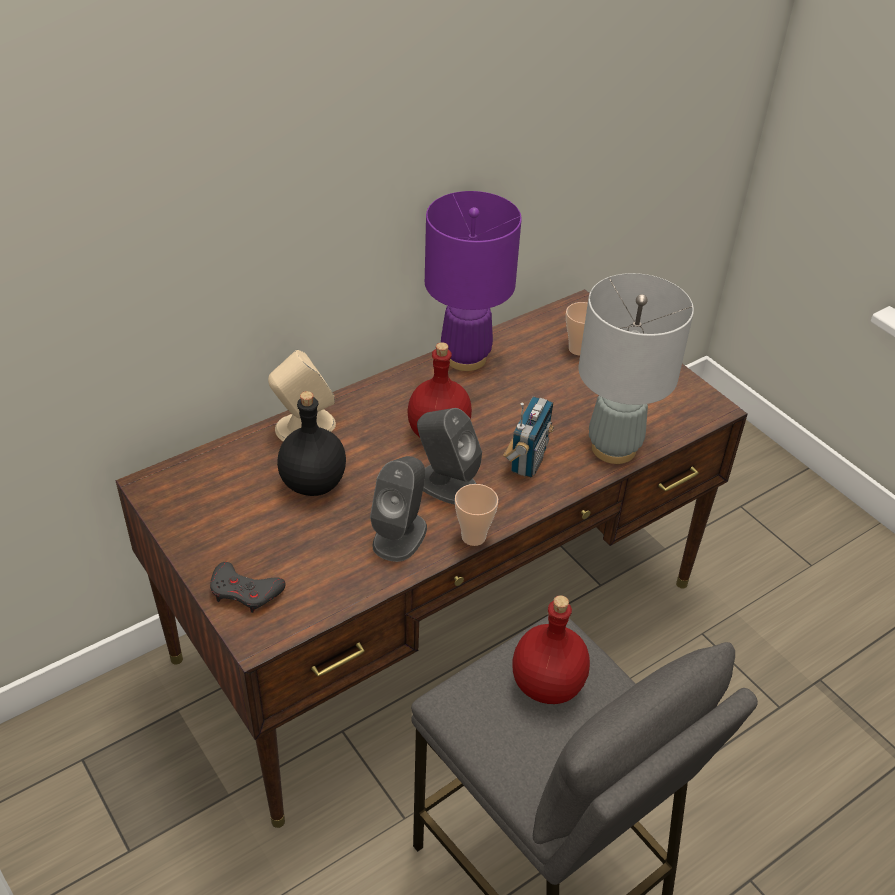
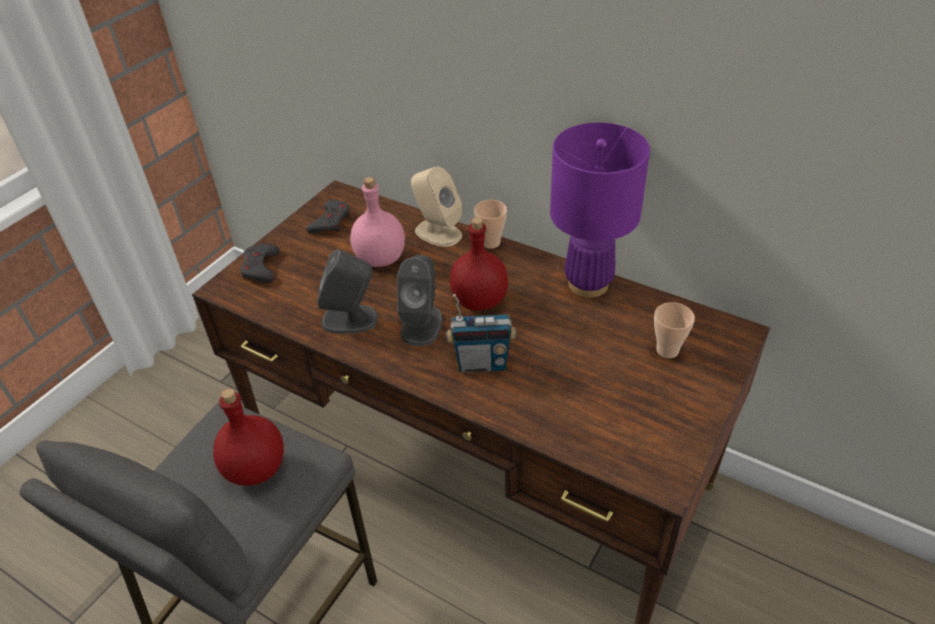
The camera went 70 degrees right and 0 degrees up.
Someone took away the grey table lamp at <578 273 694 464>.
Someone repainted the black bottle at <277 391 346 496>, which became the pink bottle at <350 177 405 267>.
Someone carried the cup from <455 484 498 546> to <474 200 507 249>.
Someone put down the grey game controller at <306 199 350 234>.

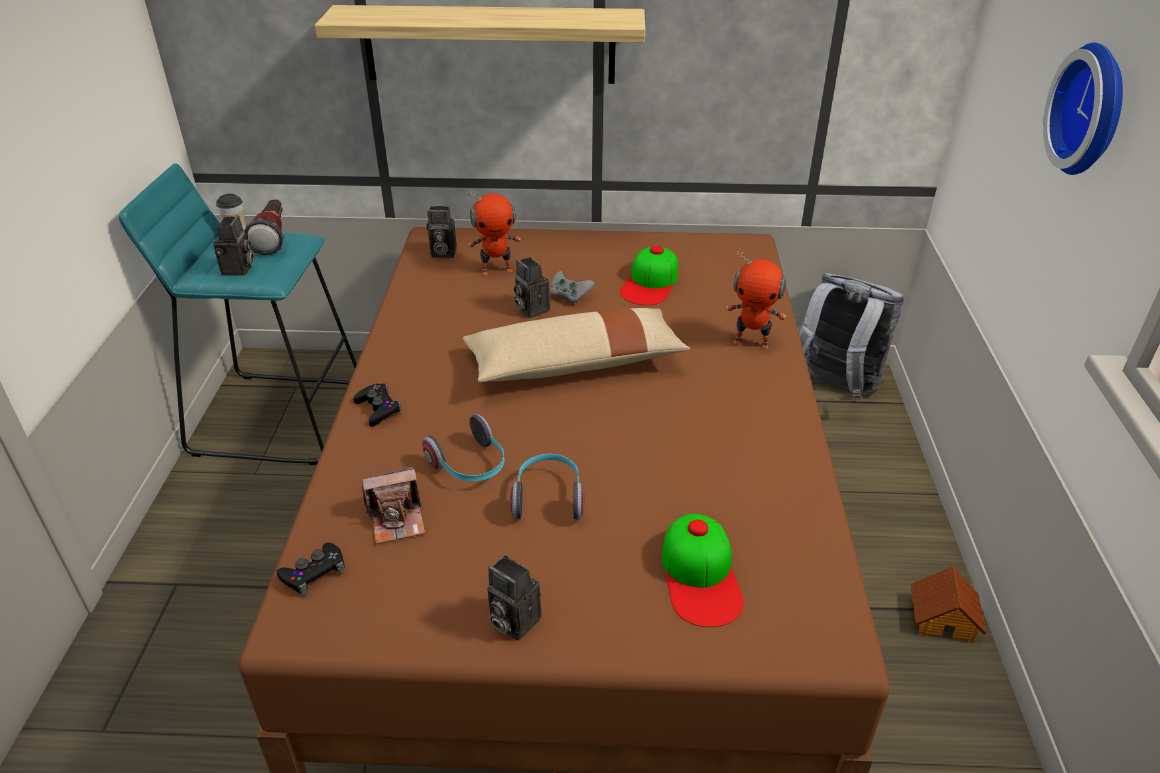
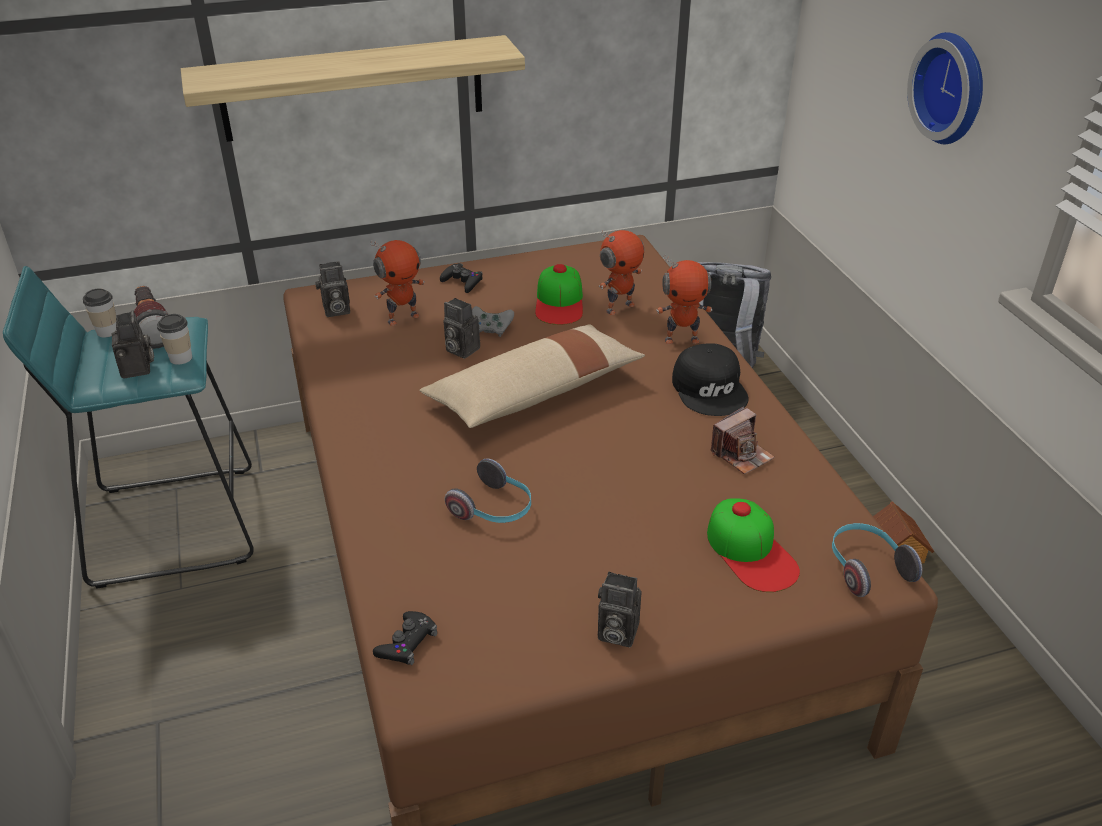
The camera went 20 degrees left and 0 degrees up.
Someone carried the black game controller from <353 383 401 427> to <440 263 483 293>.
Someone carried the headphones from <510 454 585 520> to <832 523 922 597>.
Someone carried the photo camera from <361 466 425 544> to <711 406 775 475>.
Someone put down the toy robot at <599 230 644 315>.
Someone put down the cup at <157 314 192 365>.
Someone put down the black cap at <672 344 749 416>.

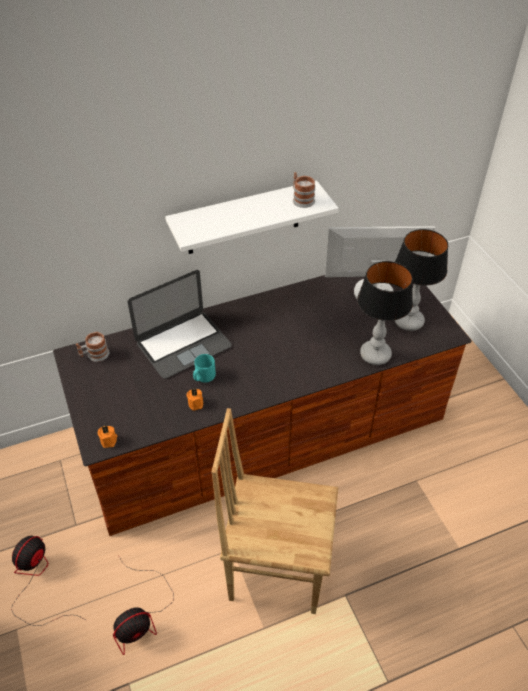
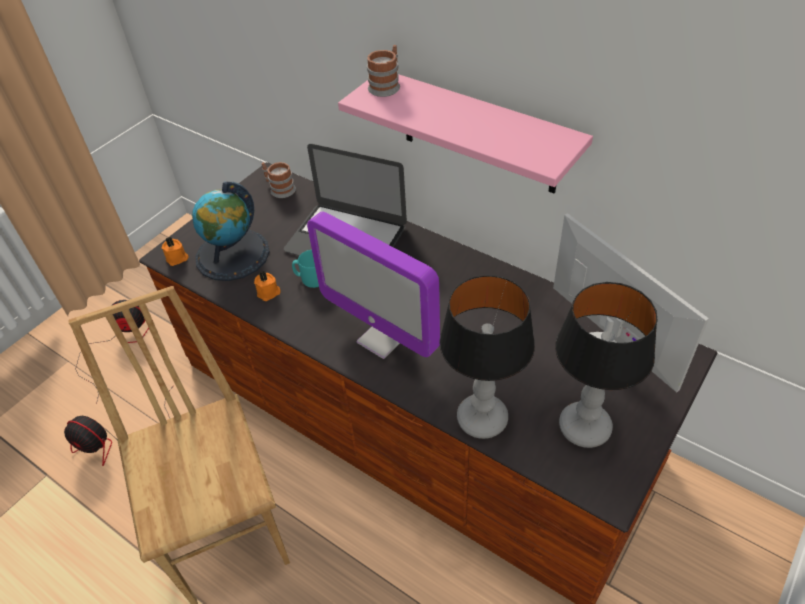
The camera went 60 degrees right and 0 degrees up.
Someone carried the mug from <293 172 315 208> to <367 45 400 97>.
Someone repainted the white shelf at <165 180 339 254>, which became the pink shelf at <338 74 593 193>.
Someone put down the globe at <192 182 270 281>.
Someone put down the monitor at <307 211 440 359>.

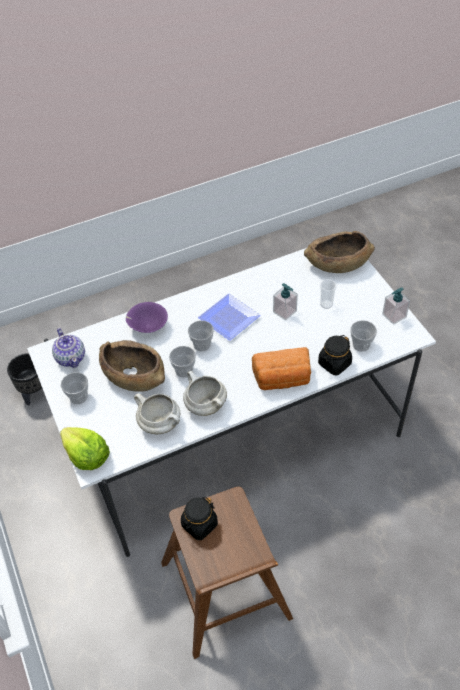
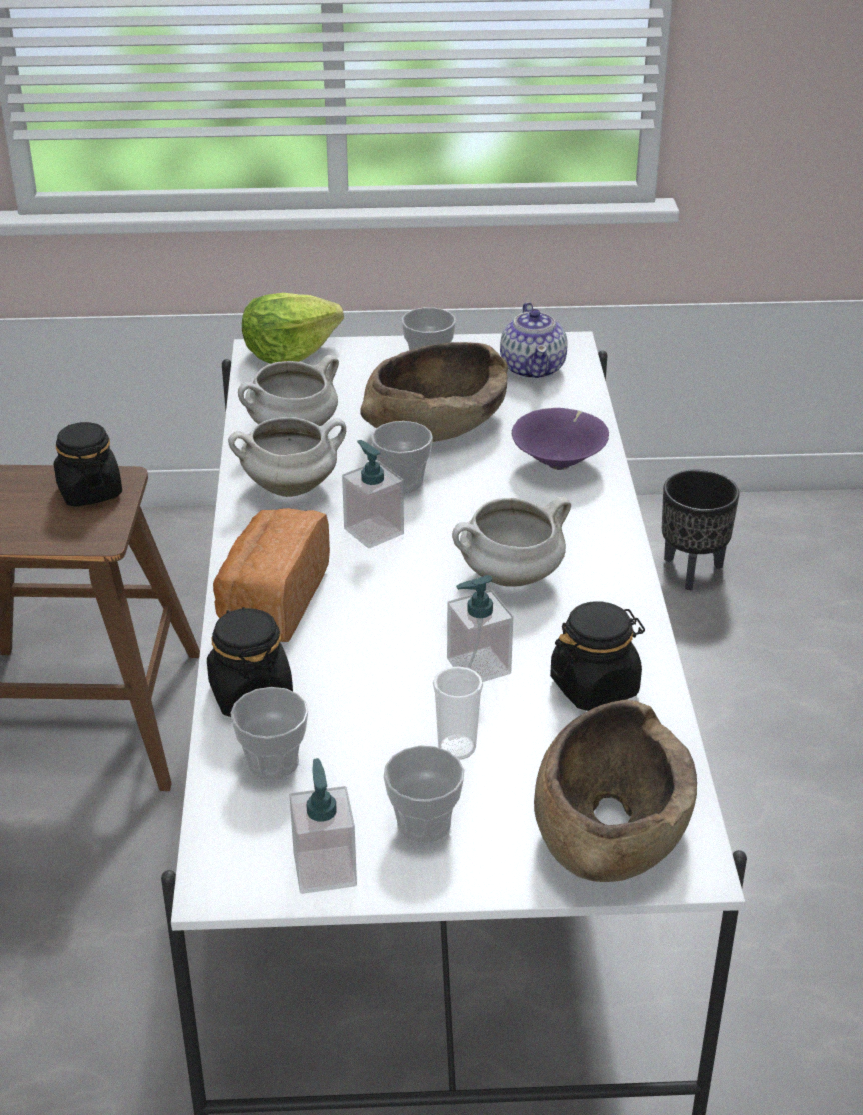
The camera went 110 degrees right and 15 degrees down.
Someone swapped the plate at <198 294 261 341> for the white cooking pot at <452 497 571 587>.
Someone carried the cup from <188 321 214 351> to <383 745 464 843>.
Someone rotated the teapot at <52 328 85 368> by 90 degrees counterclockwise.
Someone put down the soap dispenser at <342 440 404 548>.
Someone put down the black jar at <550 601 645 711>.

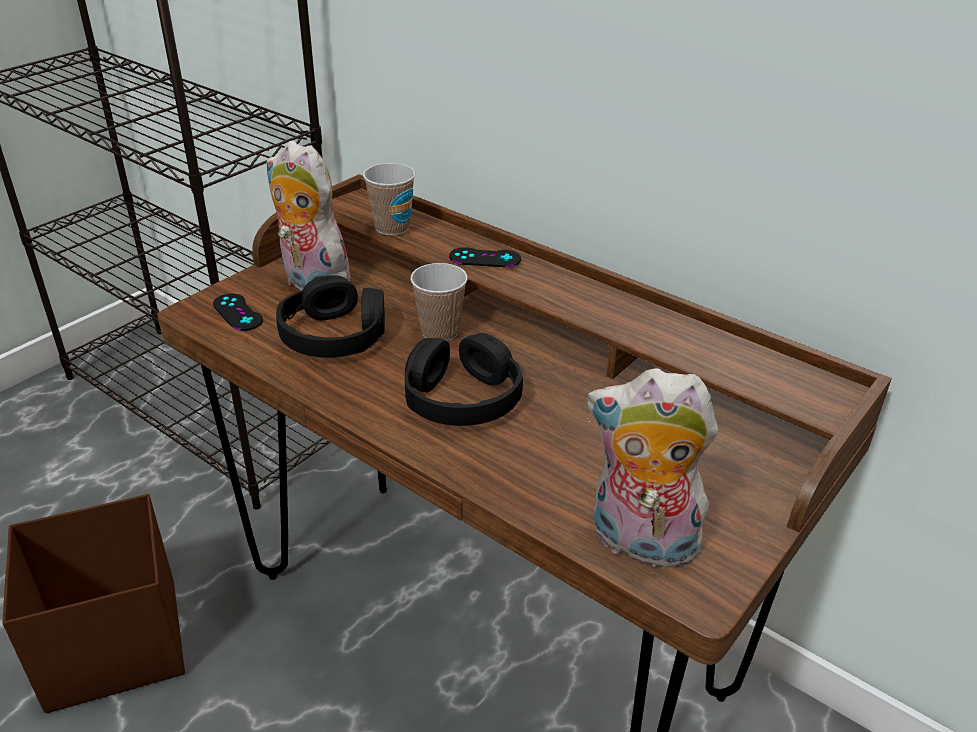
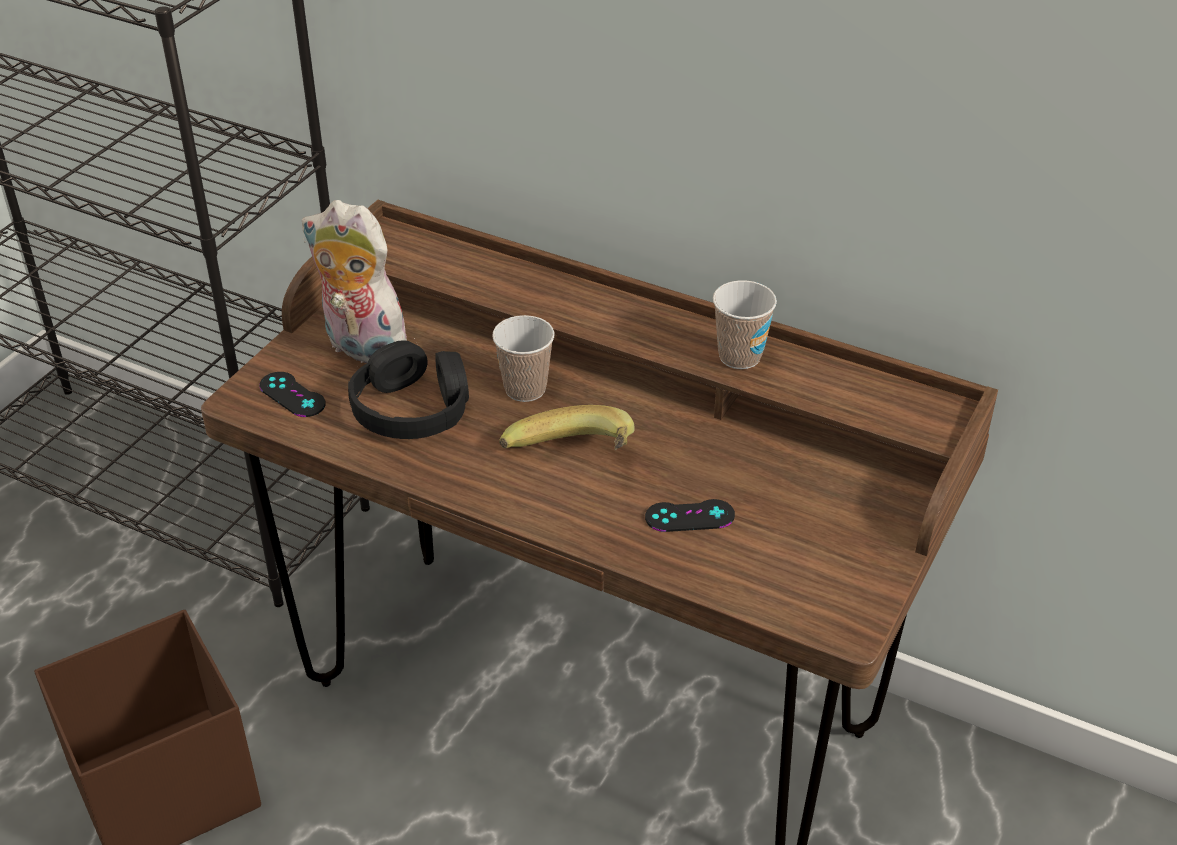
The camera went 10 degrees left and 5 degrees up.
Someone carried the cup from <363 163 415 235> to <713 280 777 369>.
Someone carried the black game controller from <449 247 521 267> to <645 499 735 532>.
Someone swapped the black headphones at <405 333 523 426> for the banana at <499 405 635 450>.
Someone took away the plush toy at <587 368 718 574>.

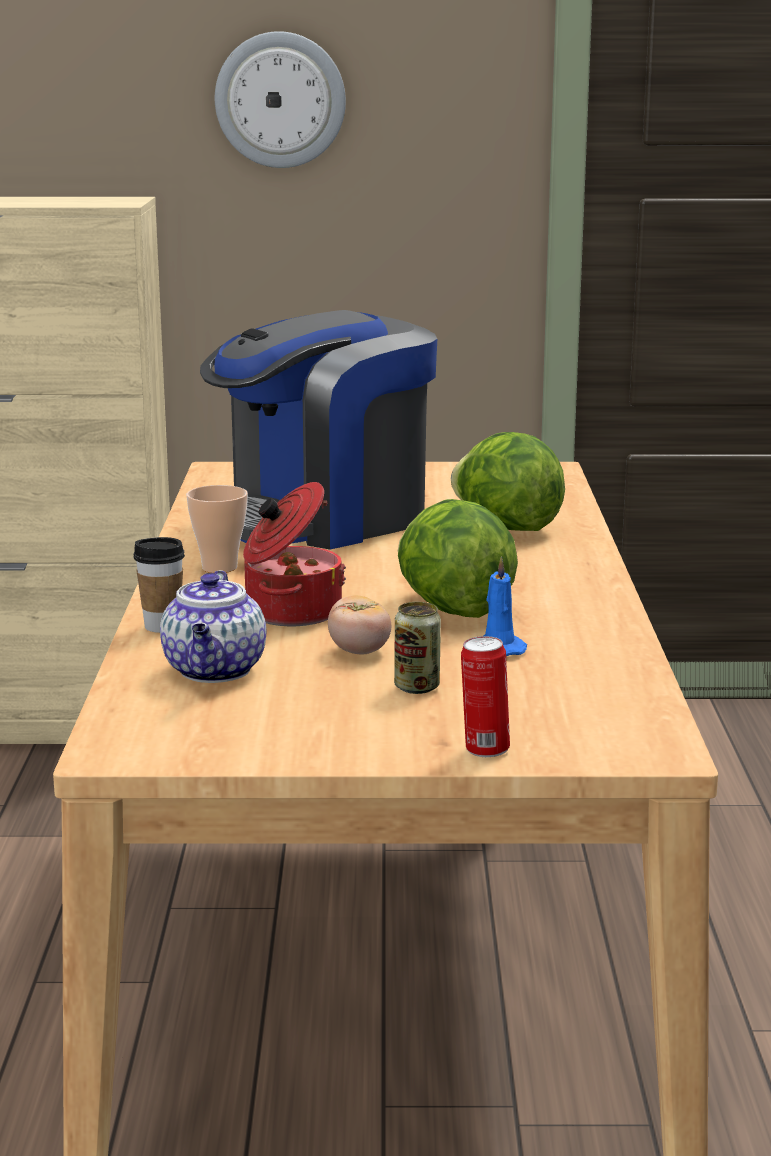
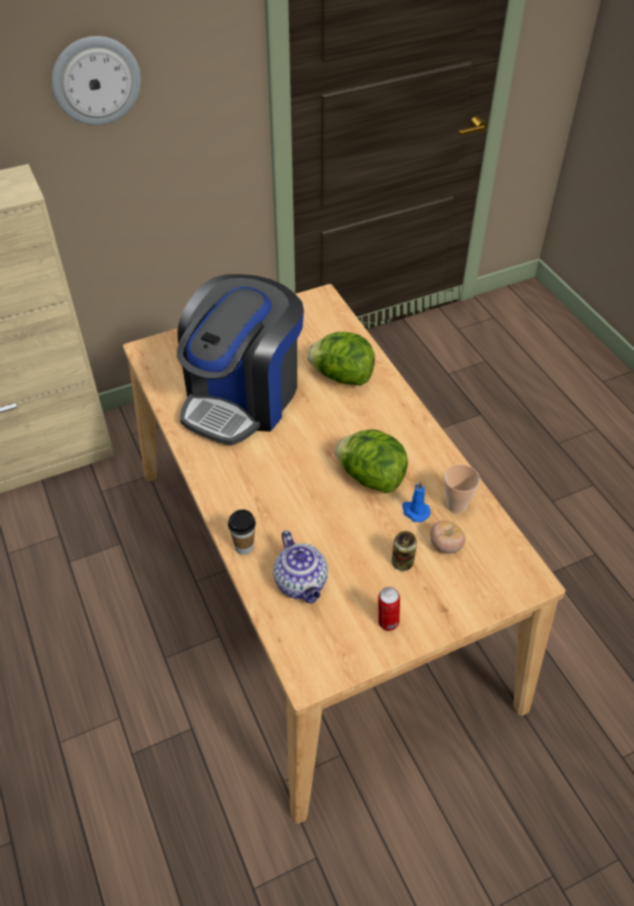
The camera went 25 degrees left and 30 degrees up.
Someone took away the cooking pot at <243 482 346 626>.
Someone carried the cup from <186 485 248 573> to <444 464 480 513>.
Someone carried the tomato from <328 595 391 655> to <430 521 465 554>.
Someone carried the can from <461 636 510 757> to <378 587 400 631>.

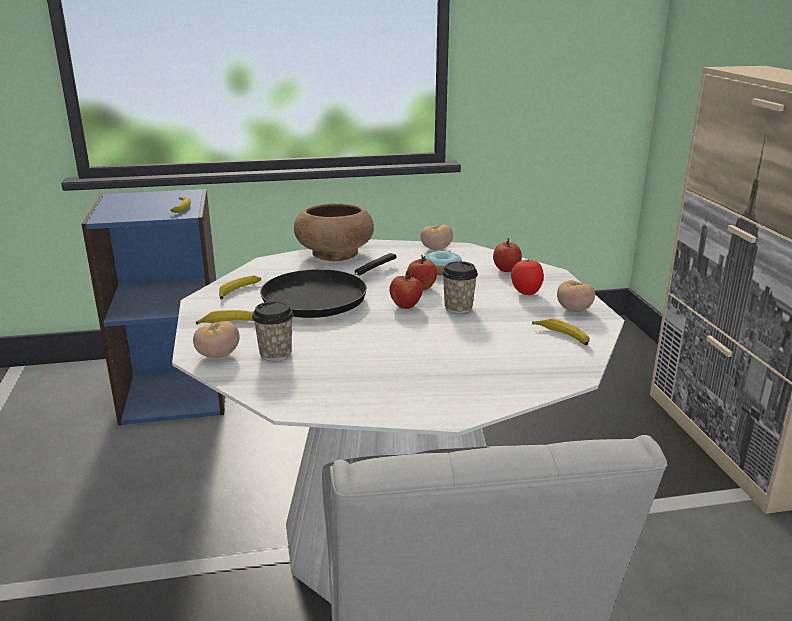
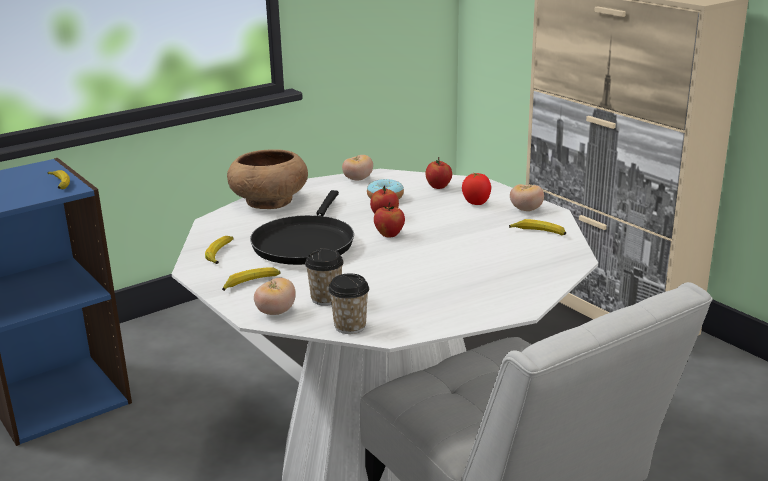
The camera went 25 degrees left and 0 degrees up.
Someone carried the cup from <442 261 478 314> to <328 273 369 334>.

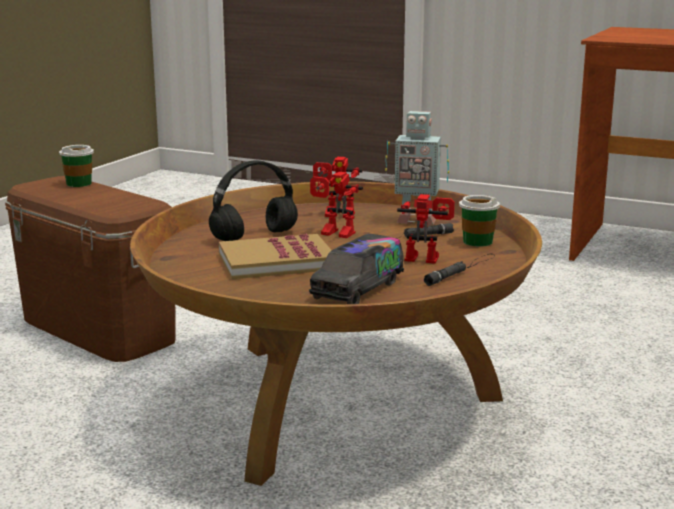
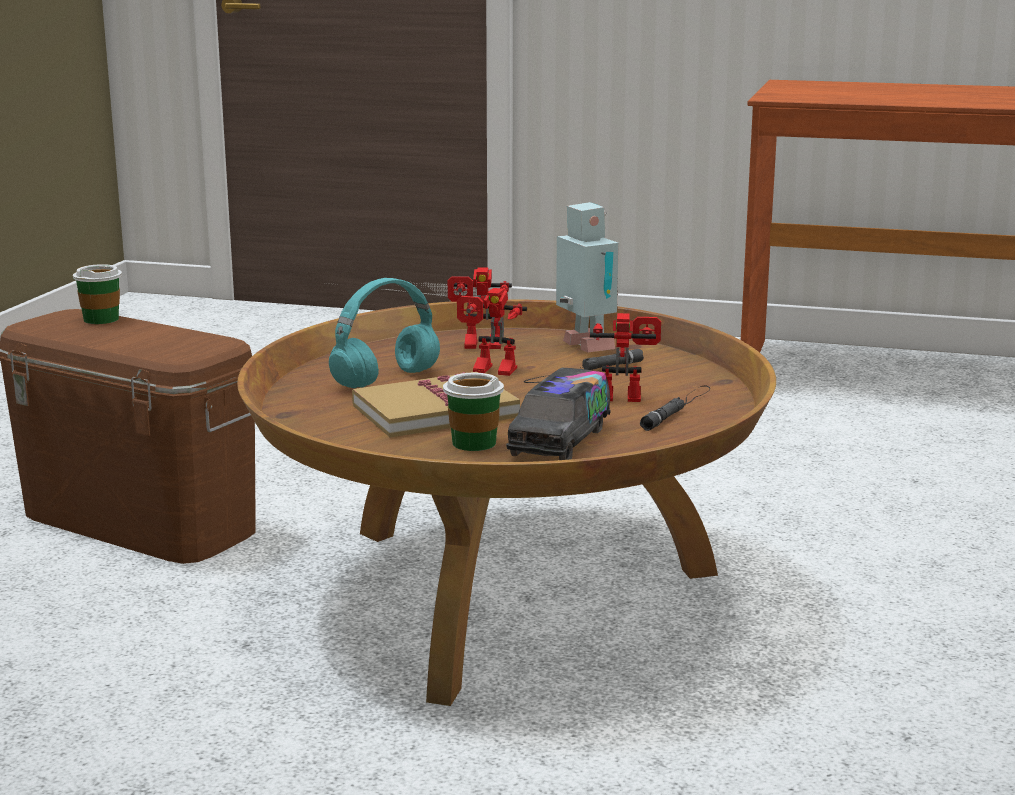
The camera went 10 degrees left and 0 degrees up.
Someone rotated the toy robot at <385 111 449 225> by 120 degrees counterclockwise.
Someone repainted the black headphones at <209 160 298 241>, which became the turquoise headphones at <329 278 440 388>.
Someone carried the cup from <459 195 500 247> to <443 373 504 451>.

